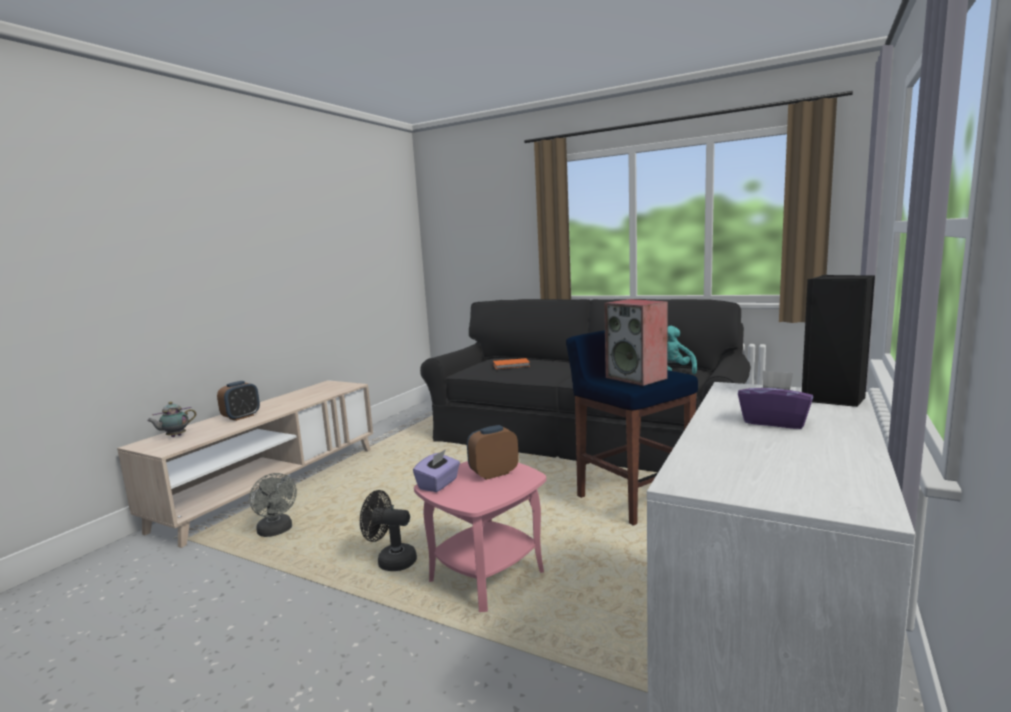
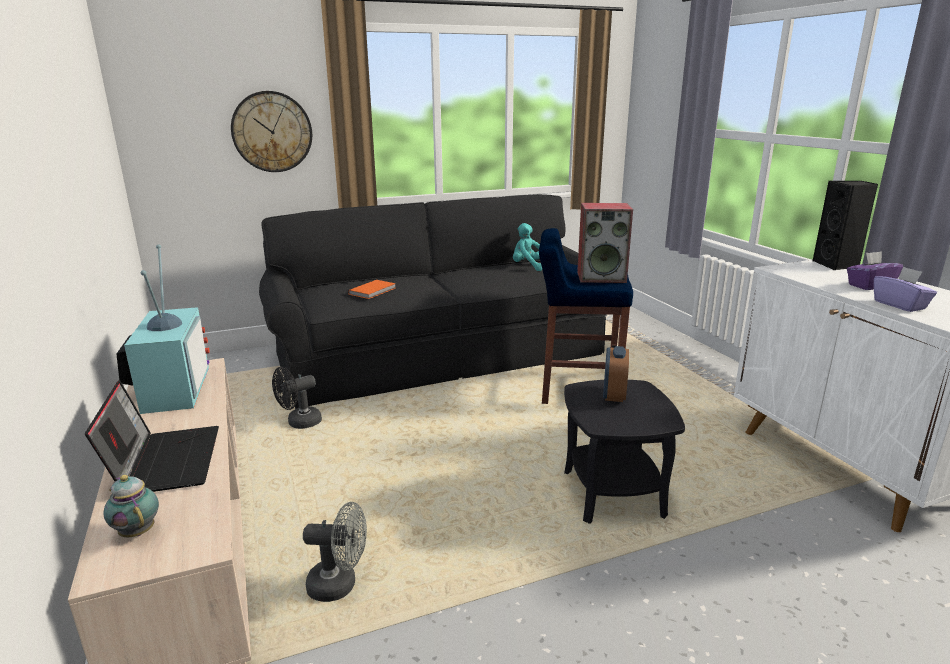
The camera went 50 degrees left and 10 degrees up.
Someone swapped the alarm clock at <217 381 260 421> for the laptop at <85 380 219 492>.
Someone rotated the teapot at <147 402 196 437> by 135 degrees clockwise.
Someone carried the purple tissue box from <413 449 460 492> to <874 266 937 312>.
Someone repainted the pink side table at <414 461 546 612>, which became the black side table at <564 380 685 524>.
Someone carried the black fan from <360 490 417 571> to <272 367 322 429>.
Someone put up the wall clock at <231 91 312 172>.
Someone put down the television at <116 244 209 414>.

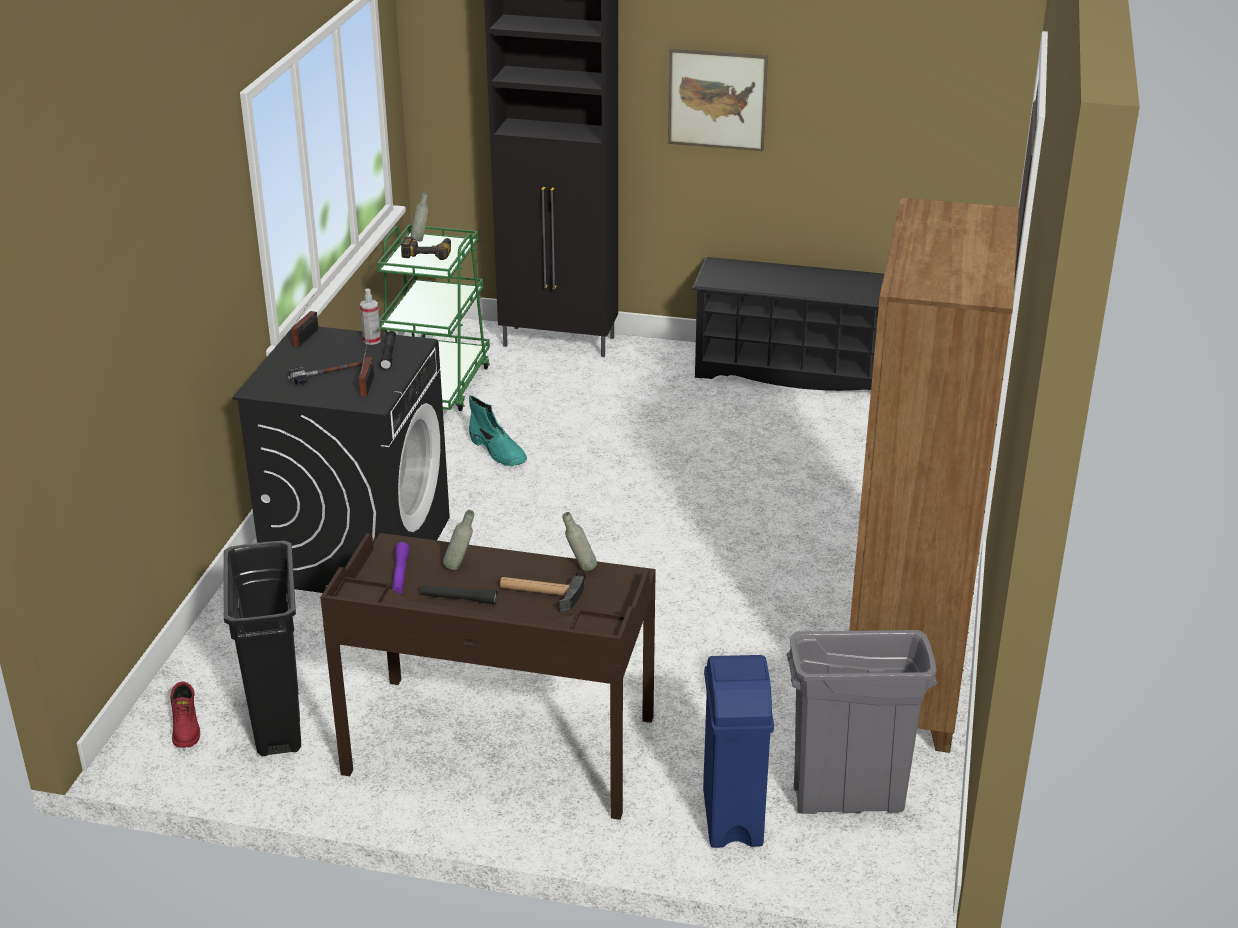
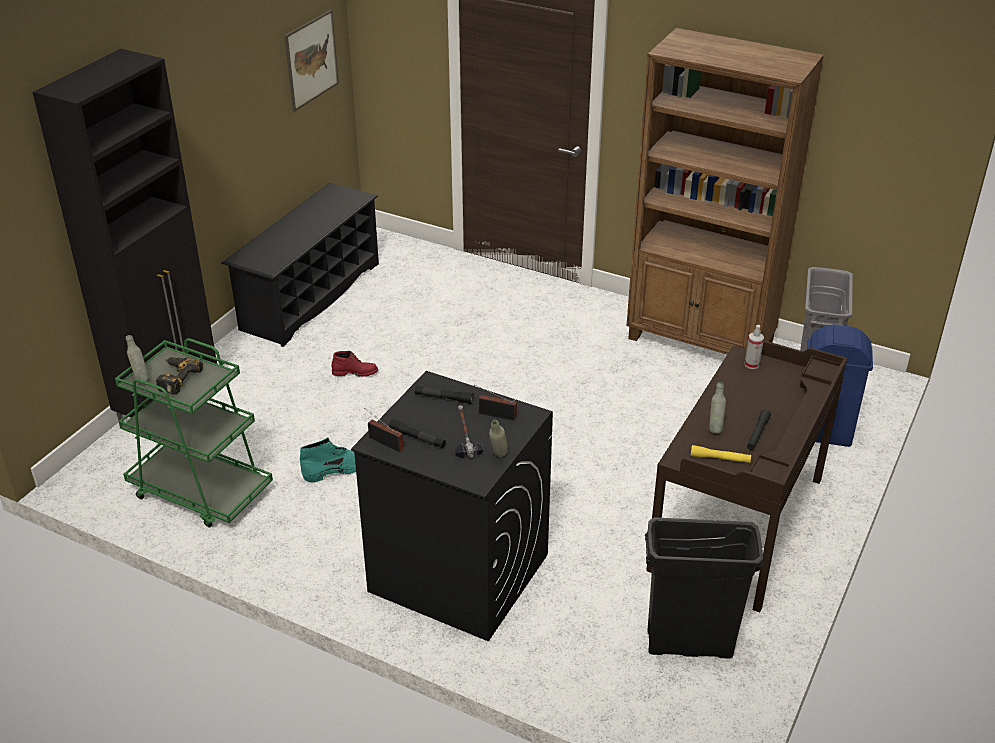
The camera went 75 degrees left and 5 degrees up.
Someone carried the picture from <668 49 768 151> to <284 10 339 112>.
Someone carried the spray bottle from <360 289 381 345> to <745 325 764 369>.
Someone carried the grey bottle from <563 512 597 571> to <489 420 508 457>.
Someone repainted the purple flashlight at <392 542 409 595>, which became the yellow flashlight at <691 445 751 463>.
Someone took away the hammer at <500 571 586 612>.
Someone carried the red boot from <170 682 200 748> to <331 351 378 377>.
Someone put down the black flashlight at <389 419 446 448>.

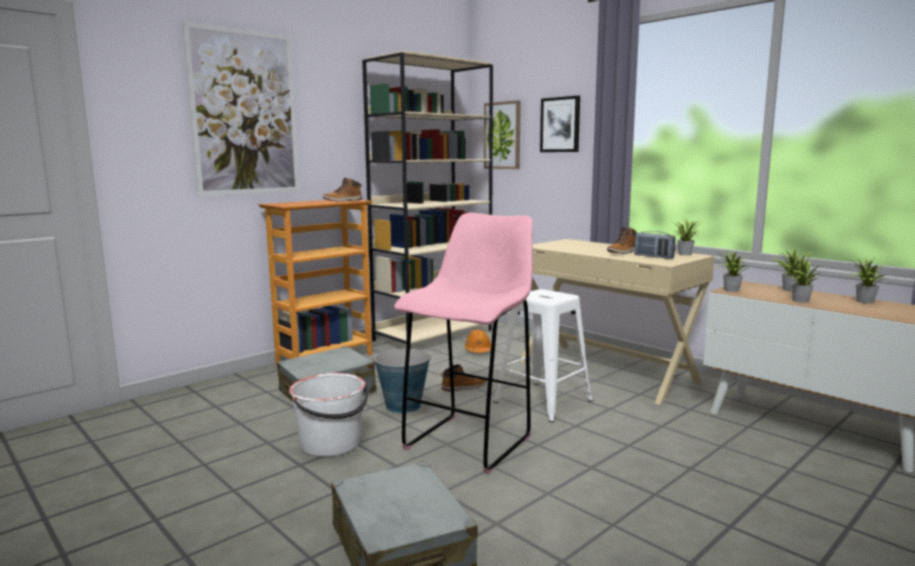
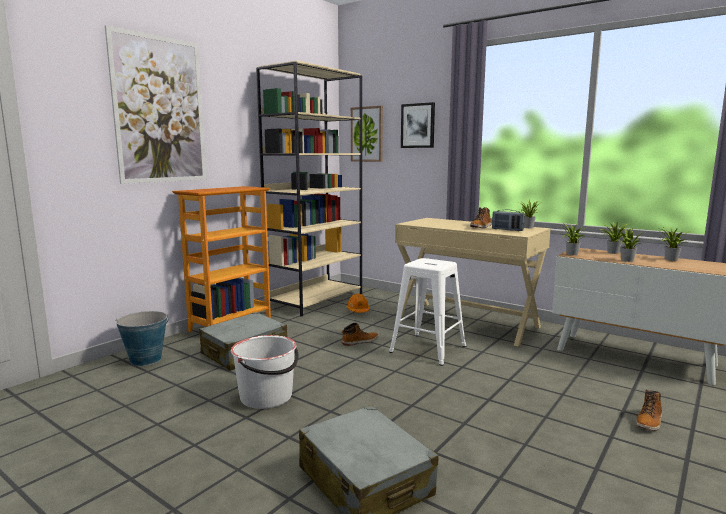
The camera went 10 degrees left and 0 degrees up.
Someone carried the boot from <323 178 362 202> to <636 389 662 431>.
Someone took away the pink stool at <394 213 533 474>.
Someone carried the bucket from <373 349 431 413> to <116 311 169 366>.

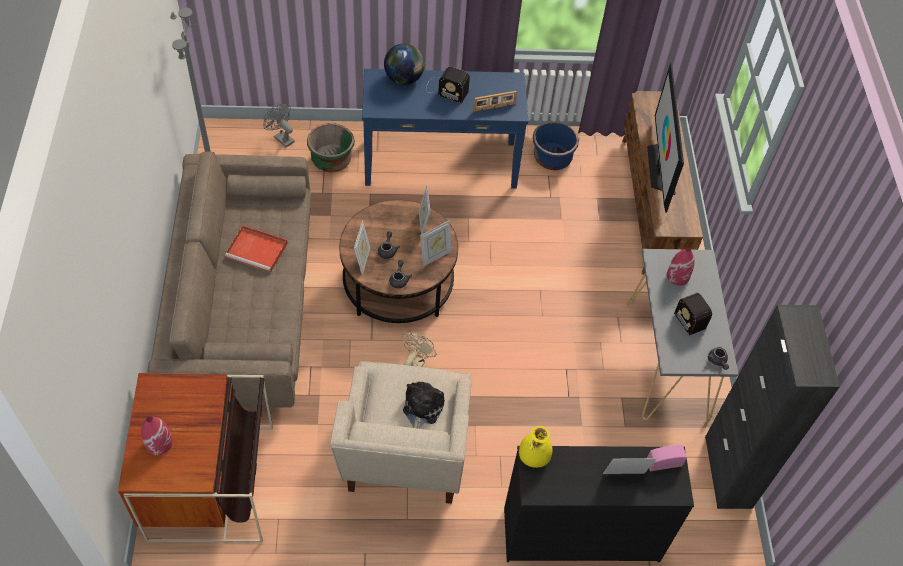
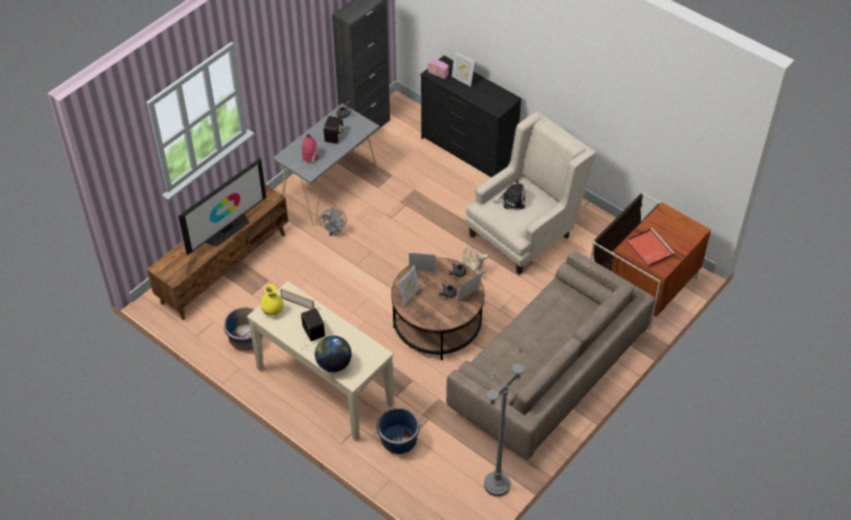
The camera went 135 degrees left and 5 degrees down.
Someone repainted the blue console table at <362 69 528 189>, which became the beige console table at <247 281 394 441>.
Someone carried the grey fan from <263 104 295 147> to <319 208 347 236>.
Someone repainted the green planter at <307 123 355 172>, which became the blue planter at <377 408 420 454>.
Someone carried the red tray from <225 225 288 273> to <626 228 675 268>.
Someone rotated the plush toy at <403 381 445 429> by 150 degrees counterclockwise.
Someone took away the red vase at <141 416 173 455>.
Someone carried the yellow vase from <519 426 553 468> to <261 284 284 316>.

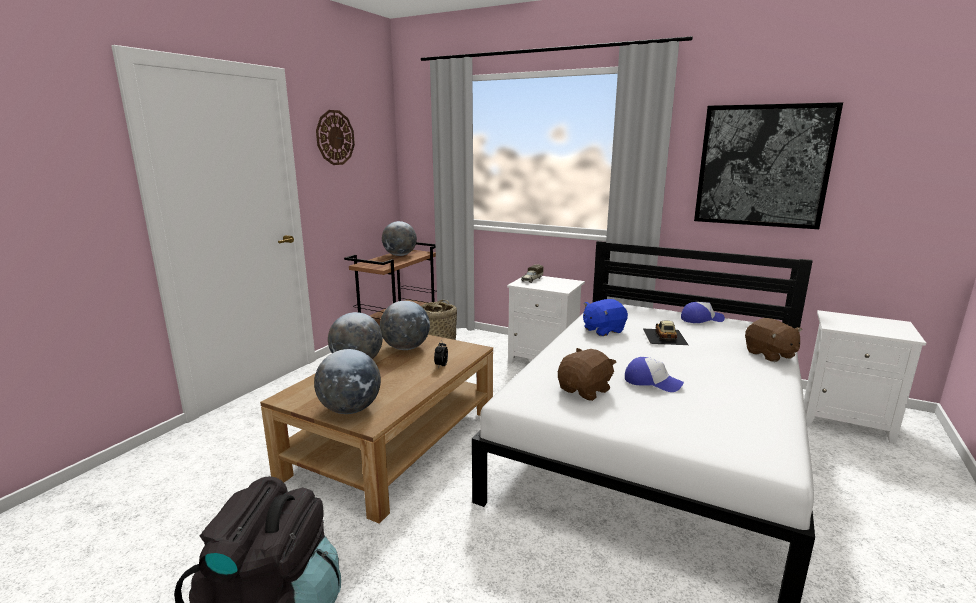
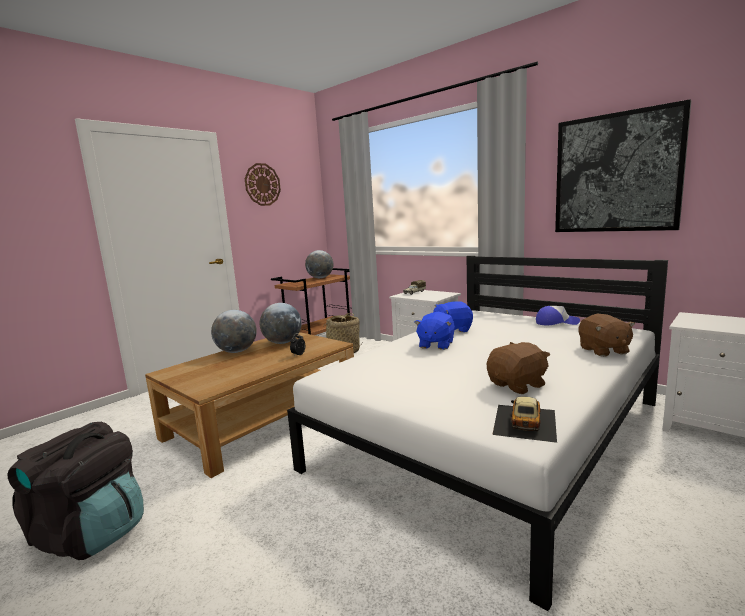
The camera went 15 degrees right and 5 degrees down.
Someone carried the toy car from <643 321 688 345> to <492 397 557 443>.
Someone carried the brown plush toy from <558 348 616 401> to <487 342 550 394>.
Someone took away the globe at <314 349 381 414>.
Someone took away the cap at <625 357 684 392>.
Someone put down the blue plush toy at <414 312 455 350>.

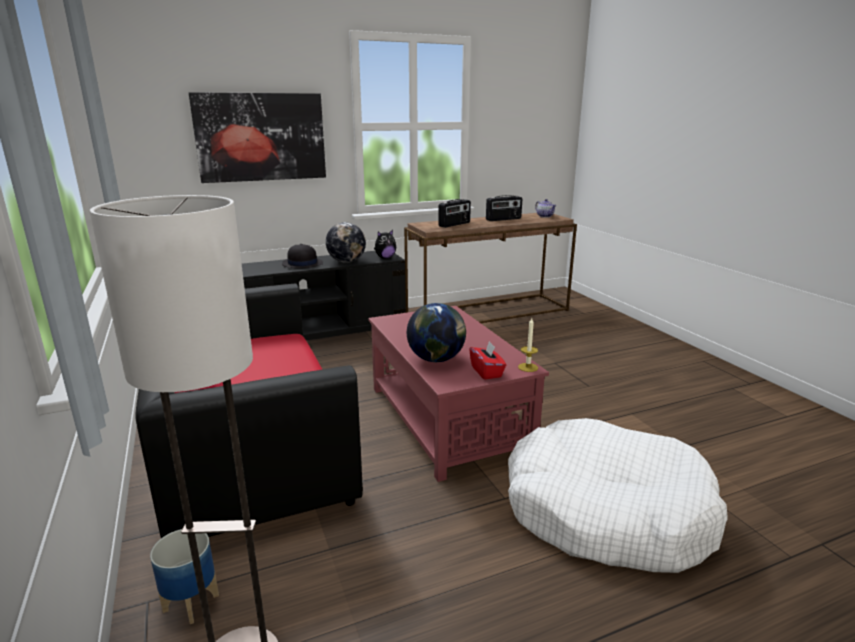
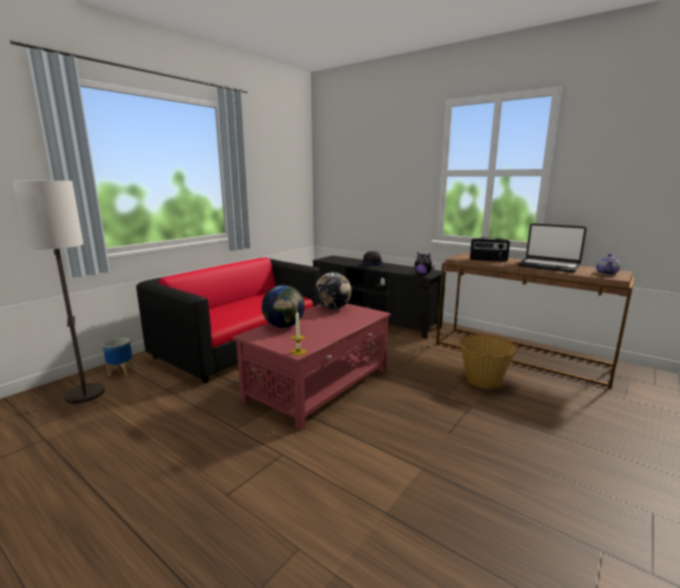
The camera went 60 degrees right and 5 degrees down.
Someone took away the picture at <189 92 326 183>.
Someone swapped the radio at <486 195 522 221> for the laptop at <518 223 587 273>.
Someone carried the globe from <326 222 366 263> to <314 272 352 310>.
Someone took away the red tissue box at <469 341 506 380>.
Someone took away the white dog bed at <508 418 728 573>.
Someone put down the basket at <459 335 518 389>.

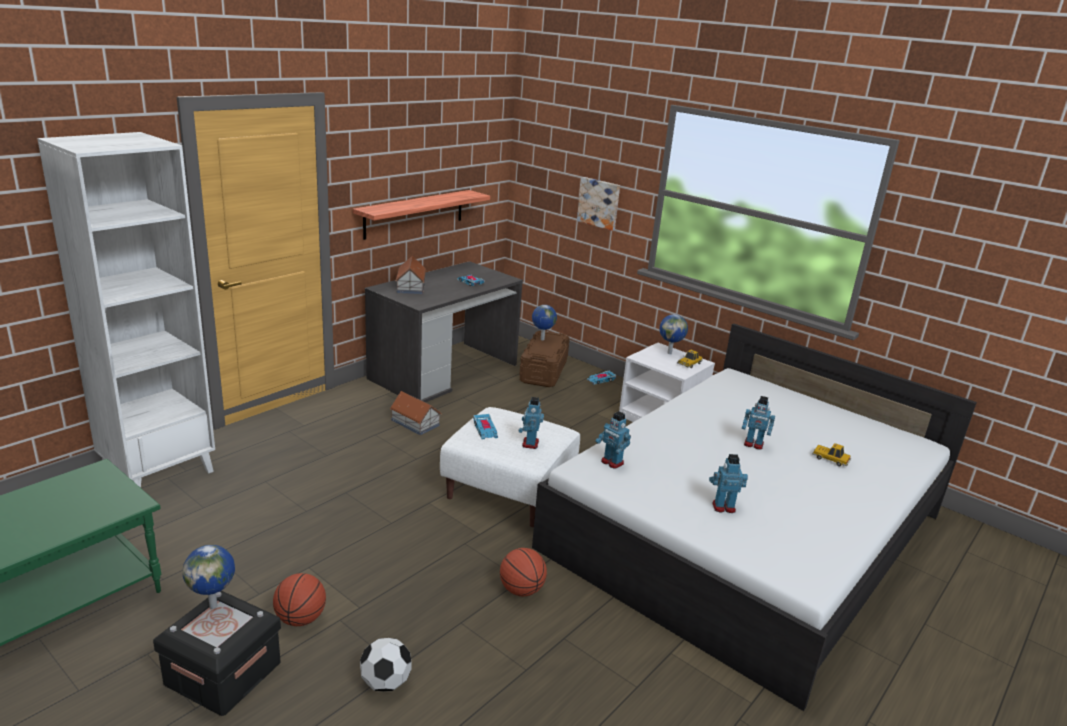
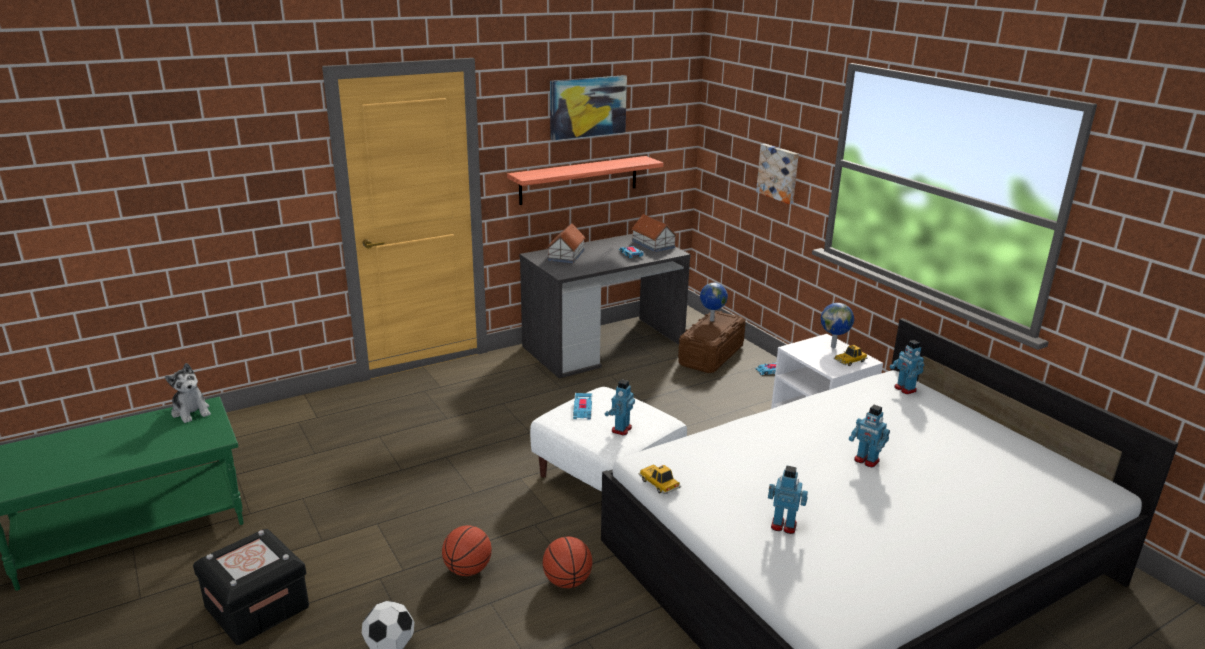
The camera went 20 degrees right and 0 degrees up.
Someone took away the white bookcase at <37 132 215 488>.
Someone carried the toy house from <390 391 441 435> to <631 214 677 252>.
Someone carried the toy robot from <595 411 631 469> to <889 340 924 394>.
Someone carried the toy car from <812 443 851 466> to <639 464 681 494>.
Someone took away the globe at <183 545 235 609>.
Someone carried the basketball from <273 573 326 626> to <442 525 492 576>.
Someone put up the picture at <550 75 627 141>.
Someone put down the plush toy at <165 363 211 423>.

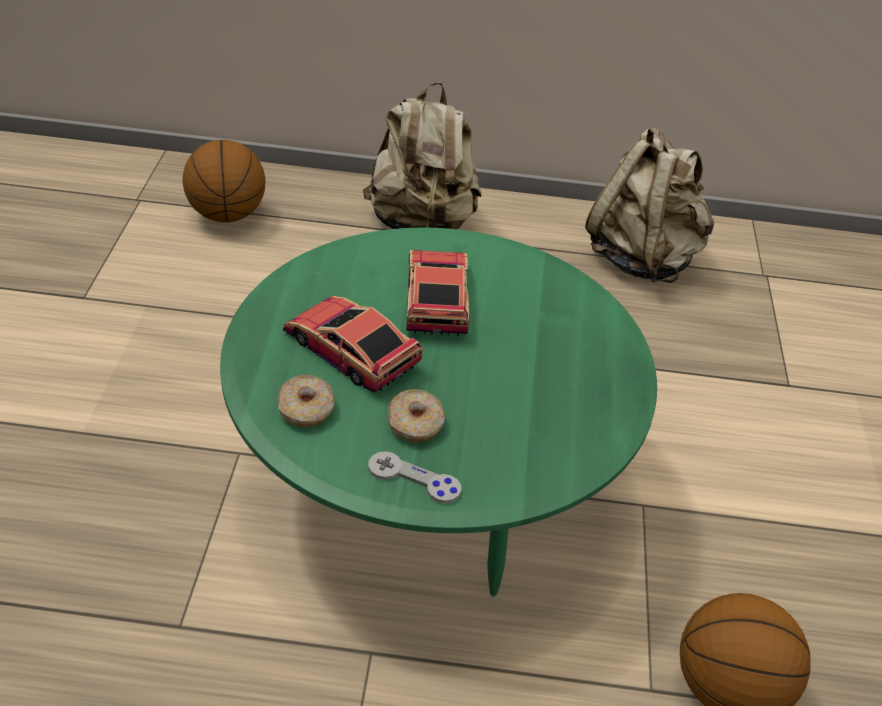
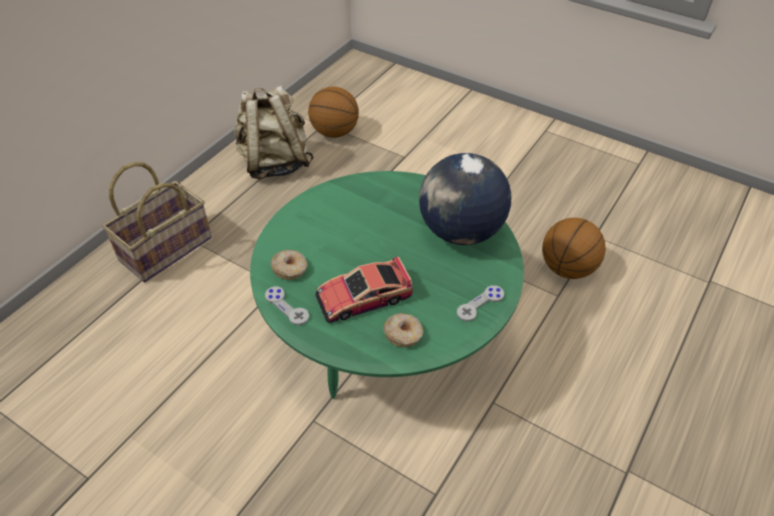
The camera went 60 degrees left and 5 degrees up.
Someone swapped the beige backpack at <363 82 482 229> for the basket at <102 162 212 282>.
Someone carried the basketball from <183 140 266 223> to <308 87 359 138>.
Someone took away the toy car at <406 250 469 336>.
Someone carried the donut from <388 389 445 443> to <270 250 307 280>.
Someone put down the globe at <419 153 511 245>.
Someone put down the grey game controller at <265 286 309 325>.

